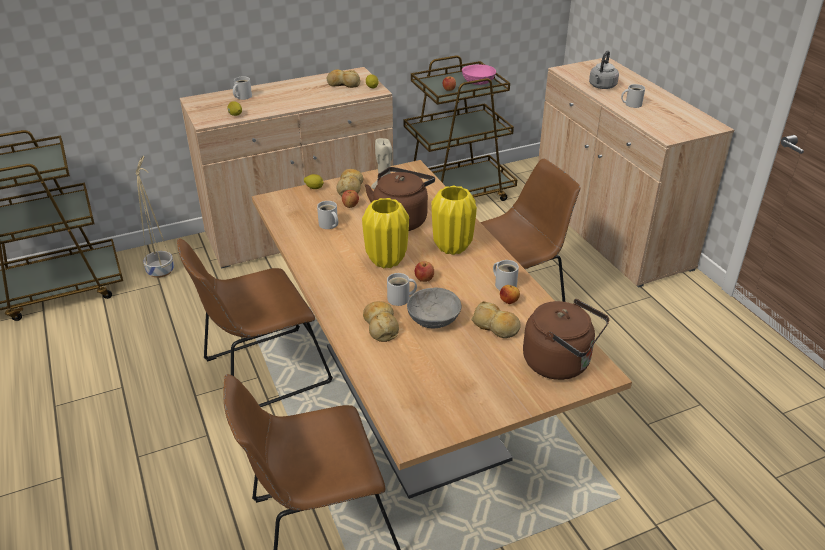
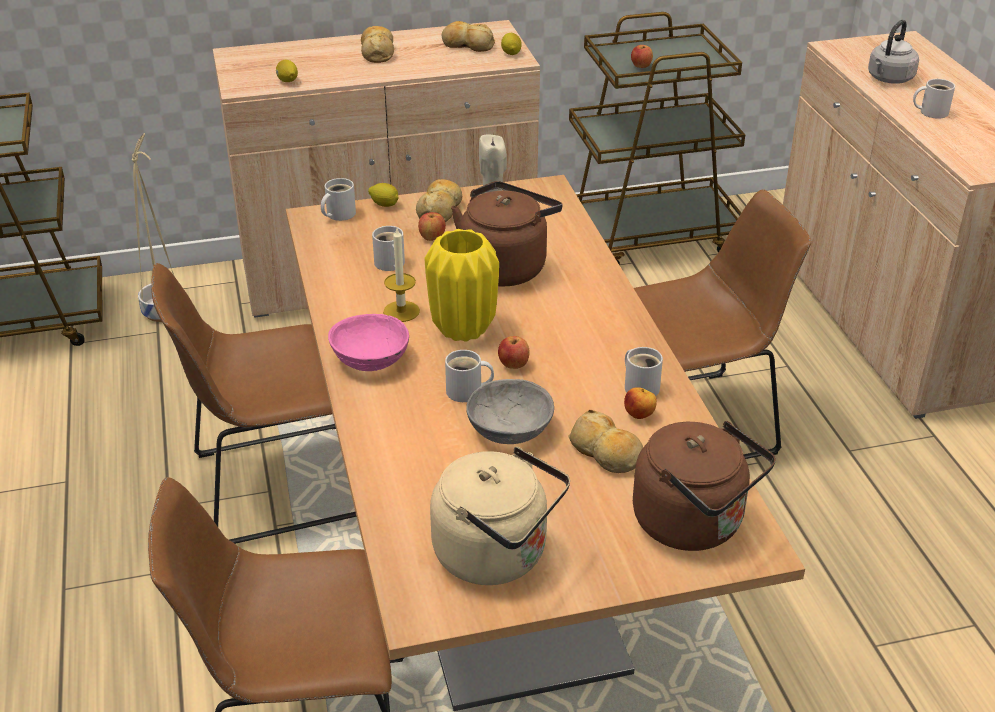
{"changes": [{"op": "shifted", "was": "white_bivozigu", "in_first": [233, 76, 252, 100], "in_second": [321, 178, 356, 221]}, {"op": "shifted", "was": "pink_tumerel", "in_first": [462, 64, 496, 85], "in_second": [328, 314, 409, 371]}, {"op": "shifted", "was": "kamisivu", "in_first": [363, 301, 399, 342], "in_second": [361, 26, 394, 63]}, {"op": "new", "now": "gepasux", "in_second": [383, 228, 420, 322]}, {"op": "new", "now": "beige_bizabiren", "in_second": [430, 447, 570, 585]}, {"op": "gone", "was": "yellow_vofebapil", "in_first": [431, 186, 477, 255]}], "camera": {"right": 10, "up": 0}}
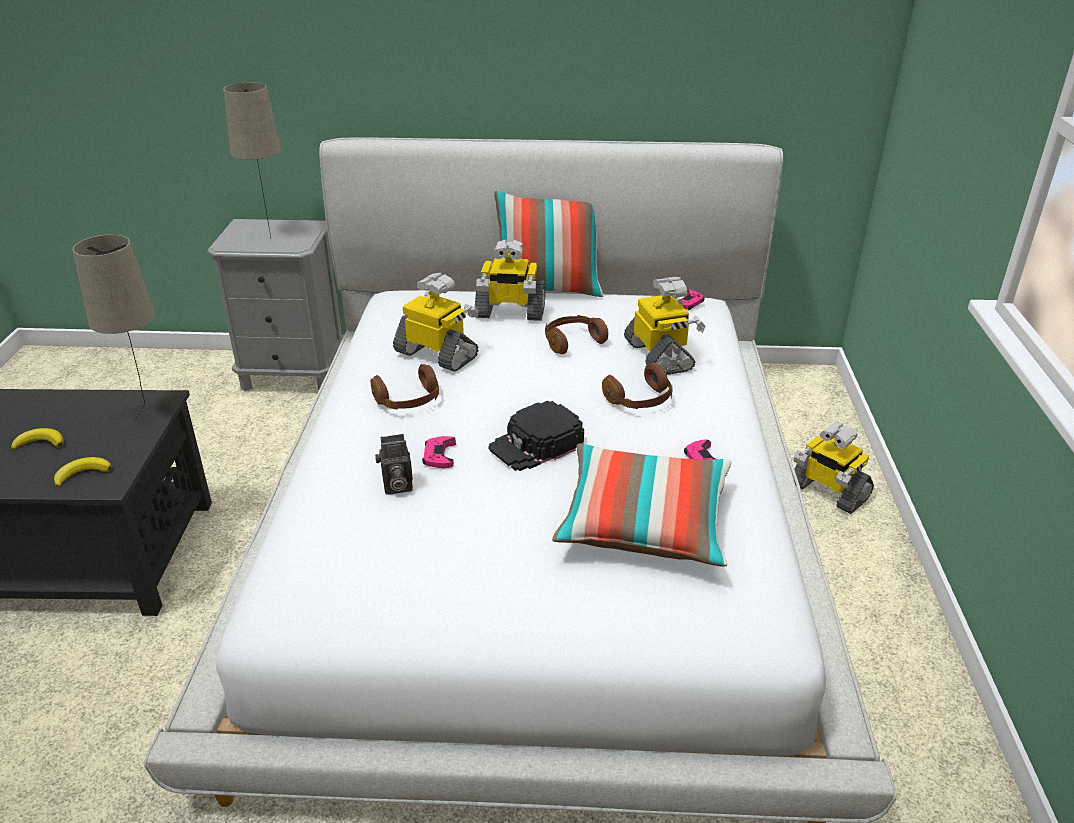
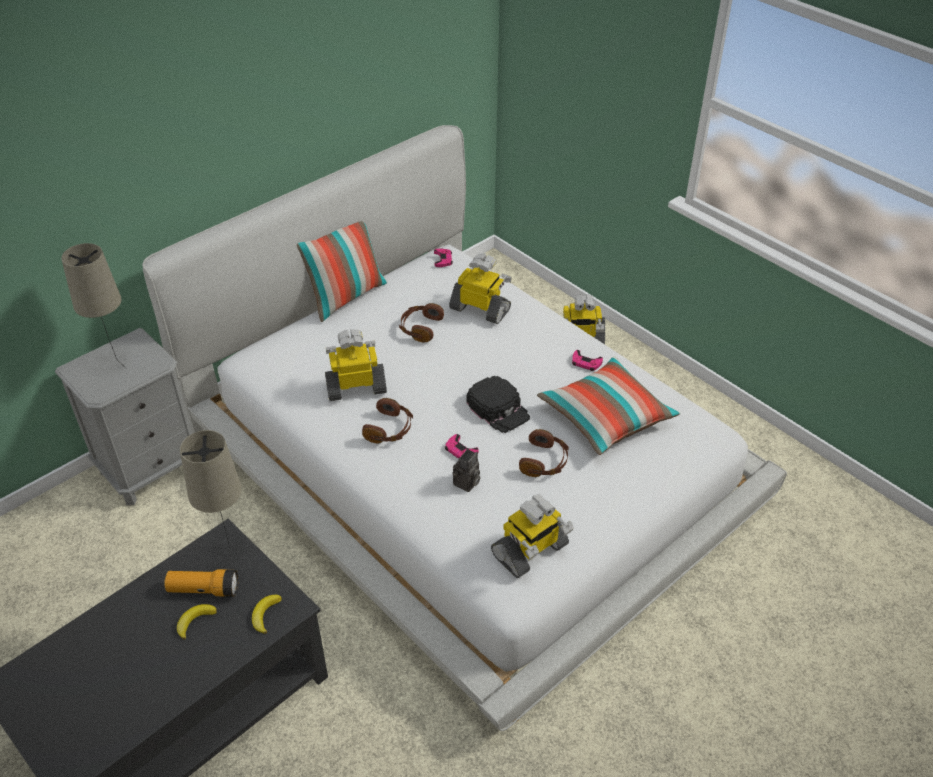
{"changes": [{"op": "new", "now": "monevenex", "in_second": [164, 569, 238, 597]}, {"op": "rotated", "was": "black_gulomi", "in_first": [488, 401, 584, 471], "in_second": [467, 376, 530, 433], "clockwise": -45}, {"op": "shifted", "was": "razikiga", "in_first": [475, 239, 545, 321], "in_second": [491, 494, 574, 578]}, {"op": "shifted", "was": "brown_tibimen", "in_first": [602, 364, 673, 409], "in_second": [519, 429, 569, 477]}], "camera": {"right": -45, "up": 10}}
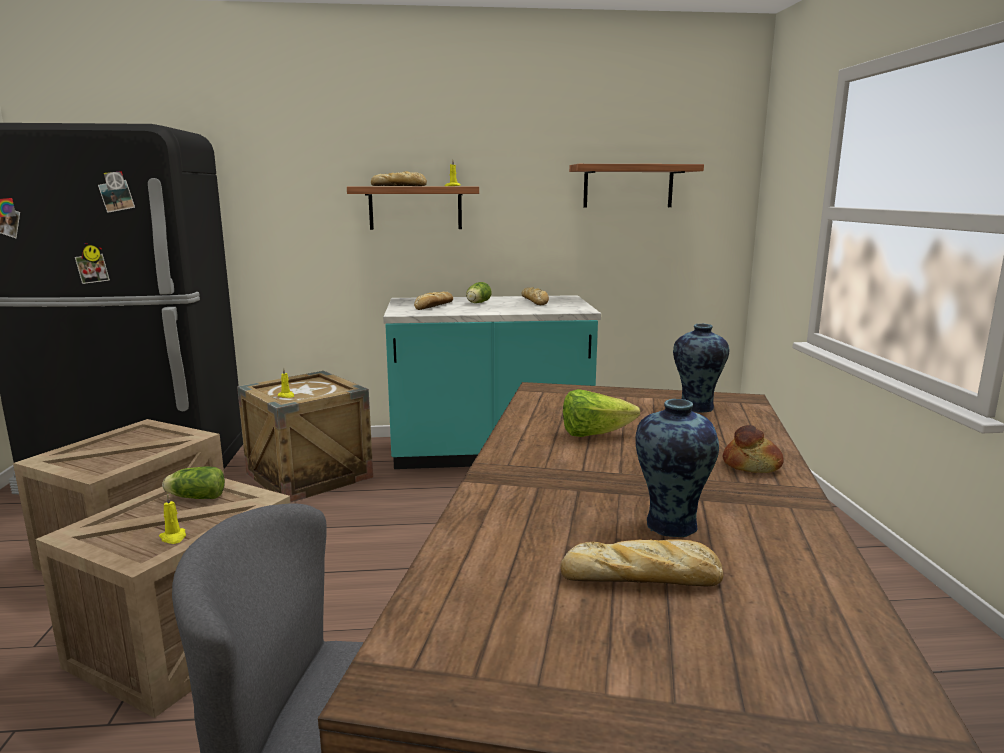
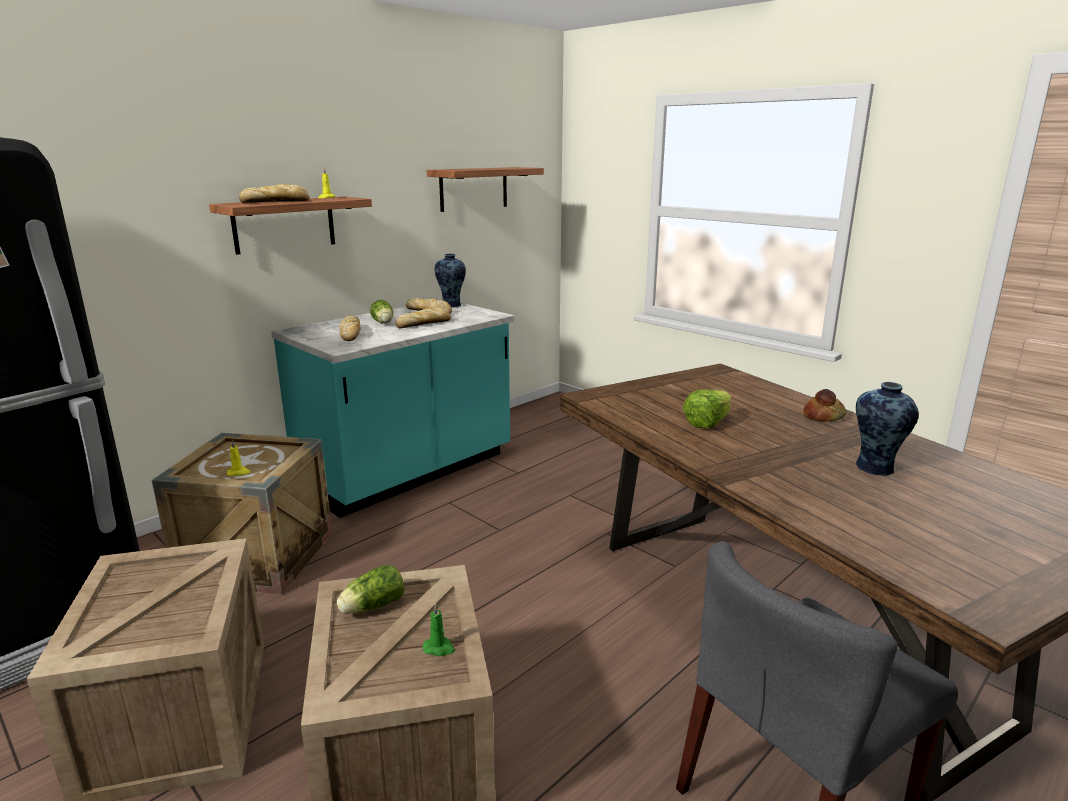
{"changes": [{"op": "shifted", "was": "kamisivu", "in_first": [560, 539, 724, 586], "in_second": [395, 307, 451, 328]}, {"op": "repainted", "was": "yellow_gepasux", "now": "green_gepasux", "in_first": [159, 493, 186, 544], "in_second": [423, 604, 455, 656]}, {"op": "shifted", "was": "vofebapil", "in_first": [673, 324, 730, 413], "in_second": [435, 254, 466, 307]}], "camera": {"right": -40, "up": 5}}
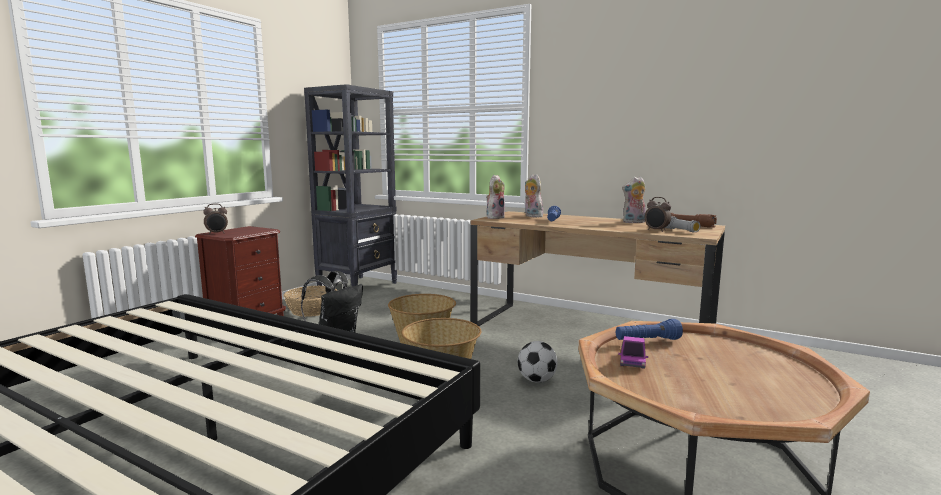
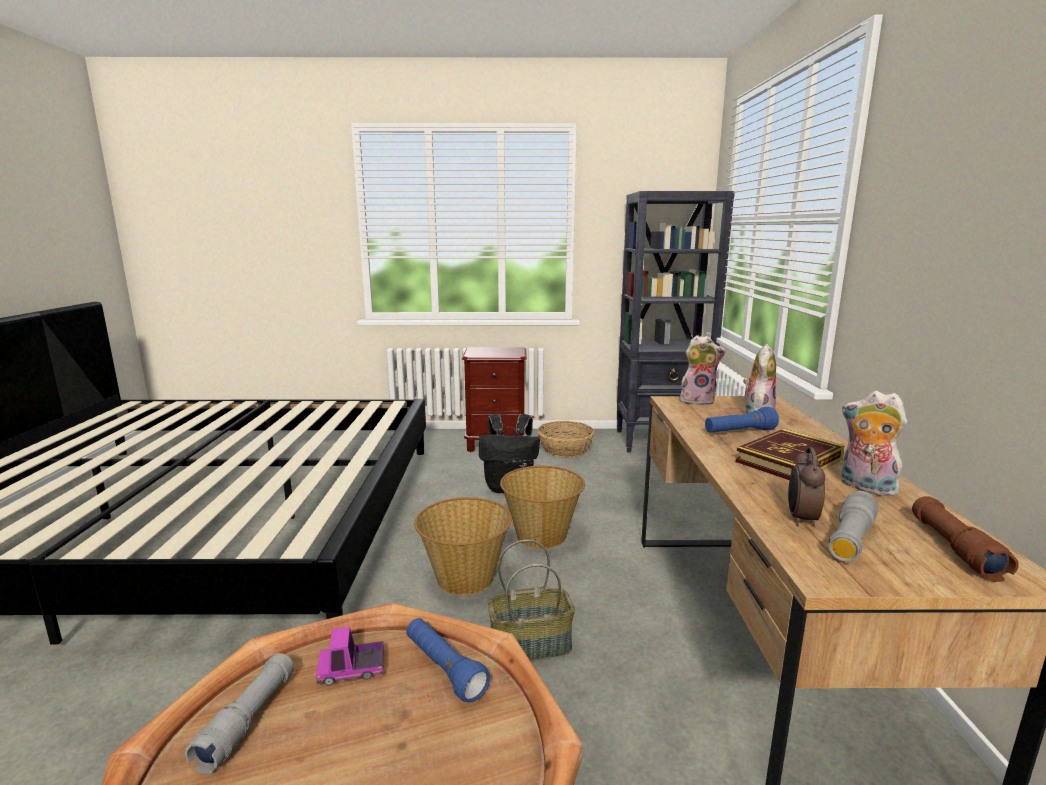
{"changes": [{"op": "new", "now": "grey_monevenex", "in_second": [185, 653, 294, 774]}, {"op": "swapped", "was": "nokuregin", "now": "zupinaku", "in_first": [518, 341, 558, 383], "in_second": [488, 540, 575, 661]}, {"op": "new", "now": "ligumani", "in_second": [735, 429, 845, 481]}, {"op": "gone", "was": "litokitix", "in_first": [203, 204, 228, 234]}], "camera": {"right": 60, "up": 5}}
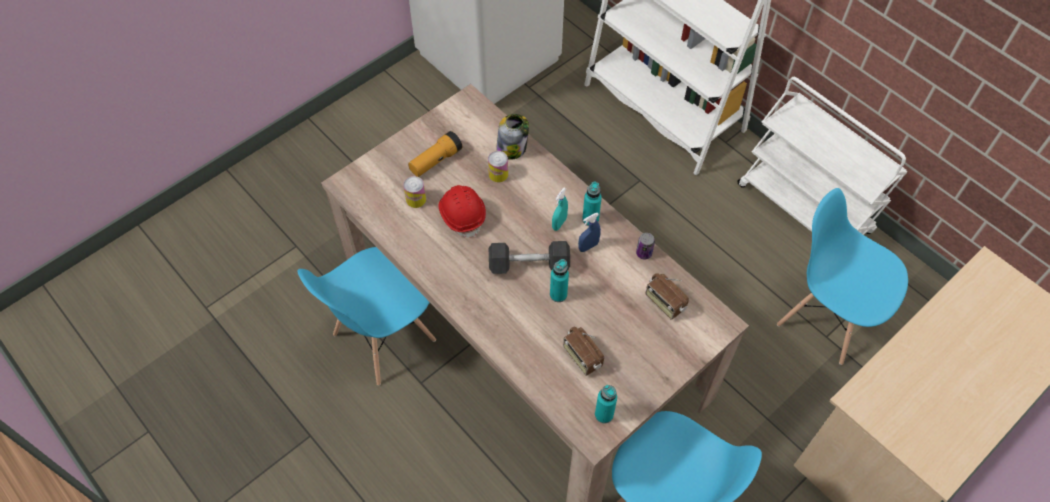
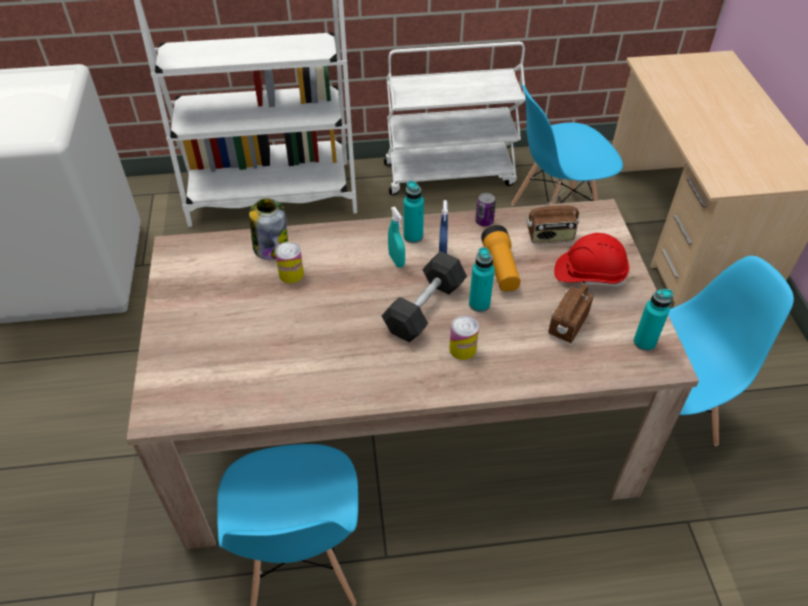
{"changes": [{"op": "shifted", "was": "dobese", "in_first": [403, 176, 426, 208], "in_second": [449, 315, 479, 360]}, {"op": "shifted", "was": "monevenex", "in_first": [408, 131, 463, 177], "in_second": [481, 225, 520, 291]}, {"op": "rotated", "was": "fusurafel", "in_first": [563, 327, 604, 376], "in_second": [548, 285, 594, 343], "clockwise": 120}, {"op": "shifted", "was": "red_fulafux", "in_first": [438, 185, 486, 238], "in_second": [554, 233, 629, 287]}], "camera": {"right": -55, "up": -10}}
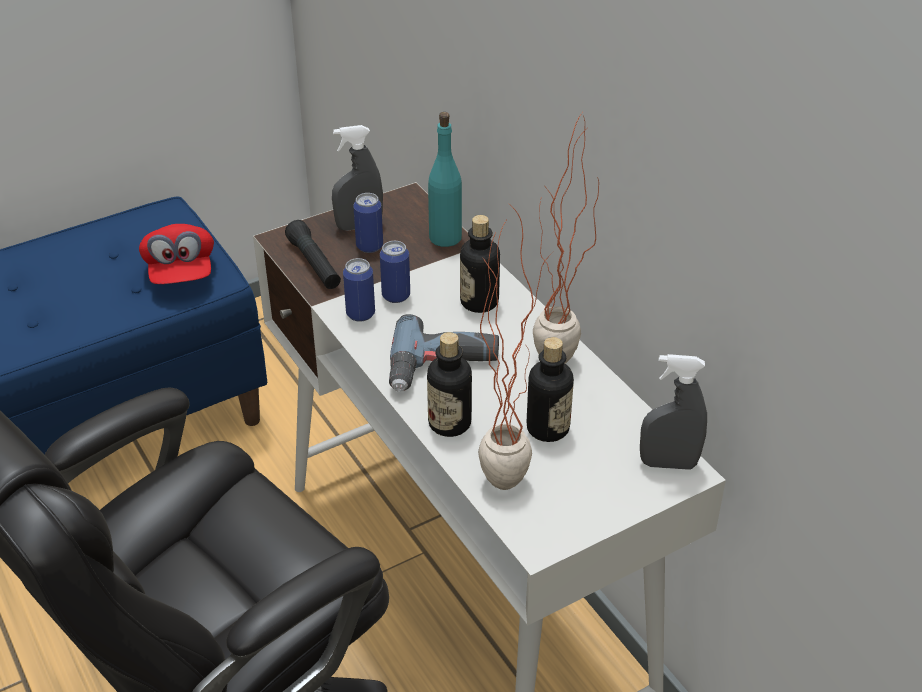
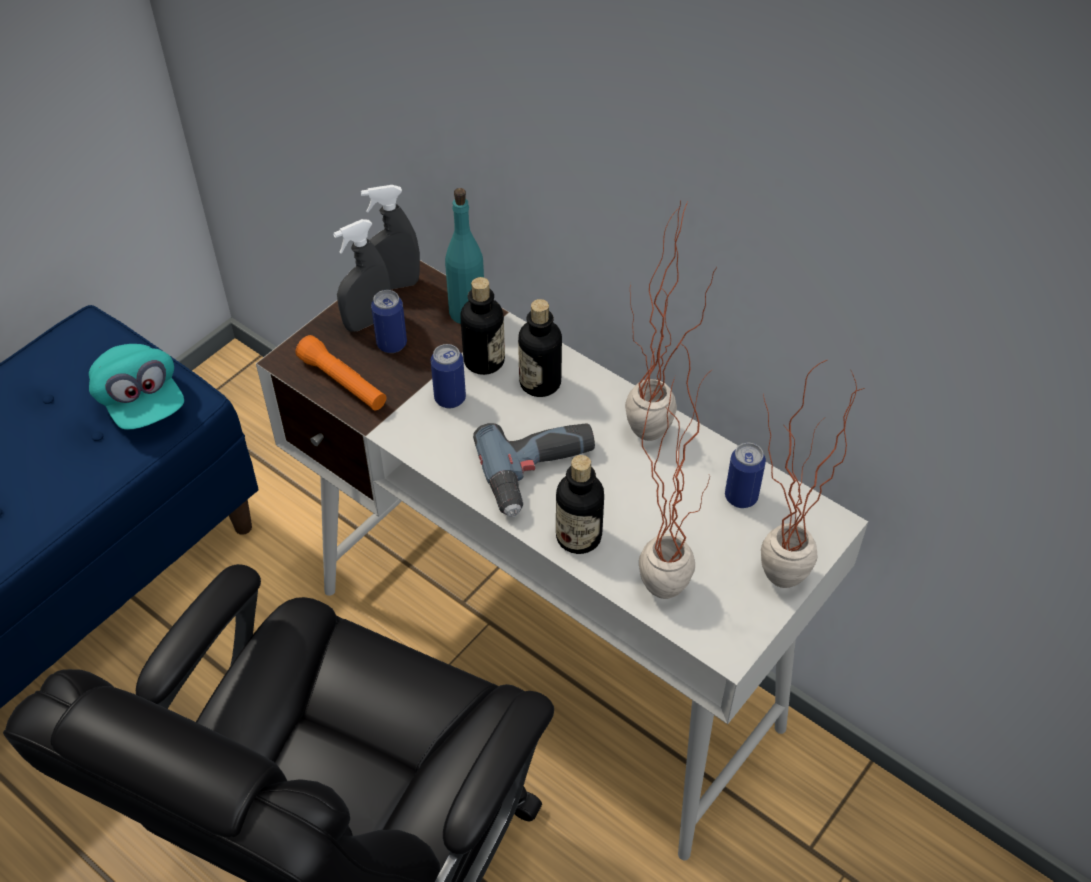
{"changes": [{"op": "repainted", "was": "red_gulomi", "now": "turquoise_gulomi", "in_first": [139, 224, 214, 284], "in_second": [89, 344, 184, 430]}, {"op": "repainted", "was": "black_monevenex", "now": "orange_monevenex", "in_first": [285, 220, 341, 289], "in_second": [296, 335, 386, 411]}, {"op": "shifted", "was": "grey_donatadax", "in_first": [640, 354, 707, 470], "in_second": [361, 185, 420, 289]}, {"op": "shifted", "was": "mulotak", "in_first": [527, 337, 574, 442], "in_second": [460, 277, 505, 375]}, {"op": "shifted", "was": "dobese", "in_first": [343, 258, 375, 322], "in_second": [725, 443, 766, 508]}, {"op": "new", "now": "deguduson", "in_second": [761, 360, 865, 588]}], "camera": {"right": -20, "up": 10}}
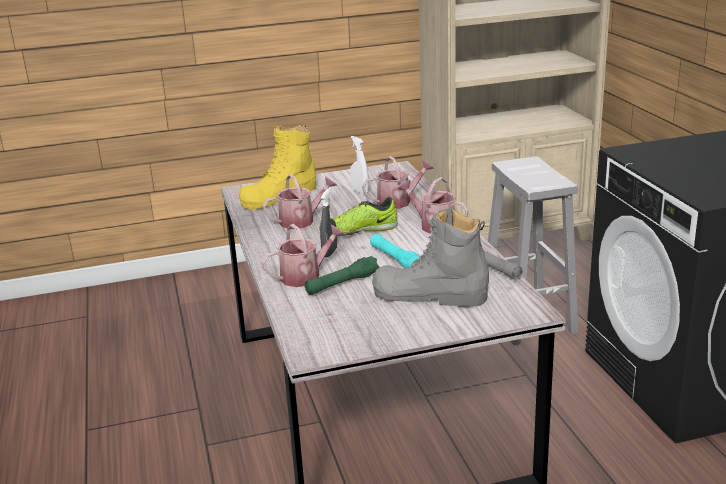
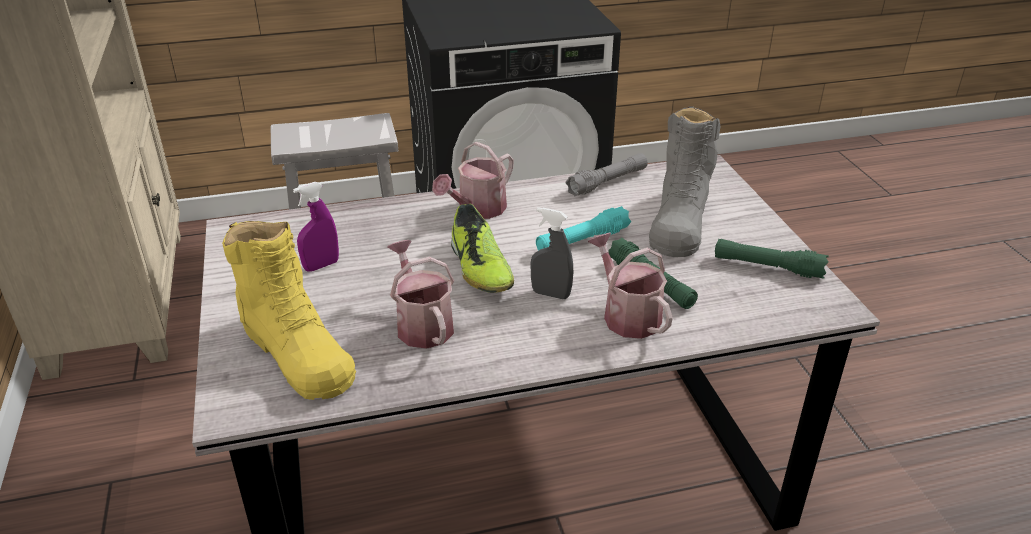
{"changes": [{"op": "repainted", "was": "white_donatadax", "now": "purple_donatadax", "in_first": [350, 136, 369, 194], "in_second": [293, 182, 339, 272]}, {"op": "new", "now": "green_monevenex", "in_second": [715, 239, 829, 279]}, {"op": "gone", "was": "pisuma", "in_first": [362, 156, 434, 209]}], "camera": {"right": -90, "up": 10}}
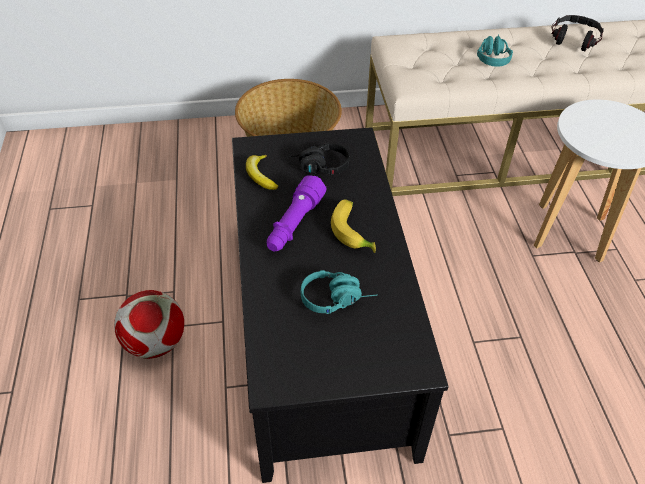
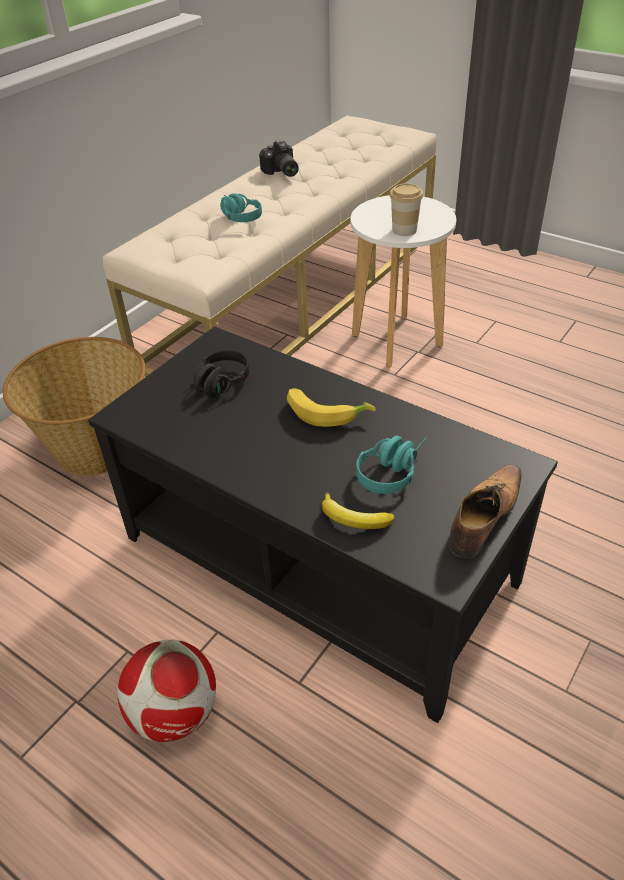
{"changes": [{"op": "swapped", "was": "tibimen", "now": "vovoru", "in_first": [551, 15, 604, 51], "in_second": [259, 140, 299, 177]}, {"op": "shifted", "was": "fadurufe", "in_first": [246, 155, 278, 190], "in_second": [322, 492, 395, 529]}, {"op": "new", "now": "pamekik", "in_second": [390, 183, 423, 236]}, {"op": "new", "now": "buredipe", "in_second": [449, 464, 522, 559]}, {"op": "gone", "was": "purple_monevenex", "in_first": [267, 175, 326, 251]}], "camera": {"right": -45, "up": -5}}
